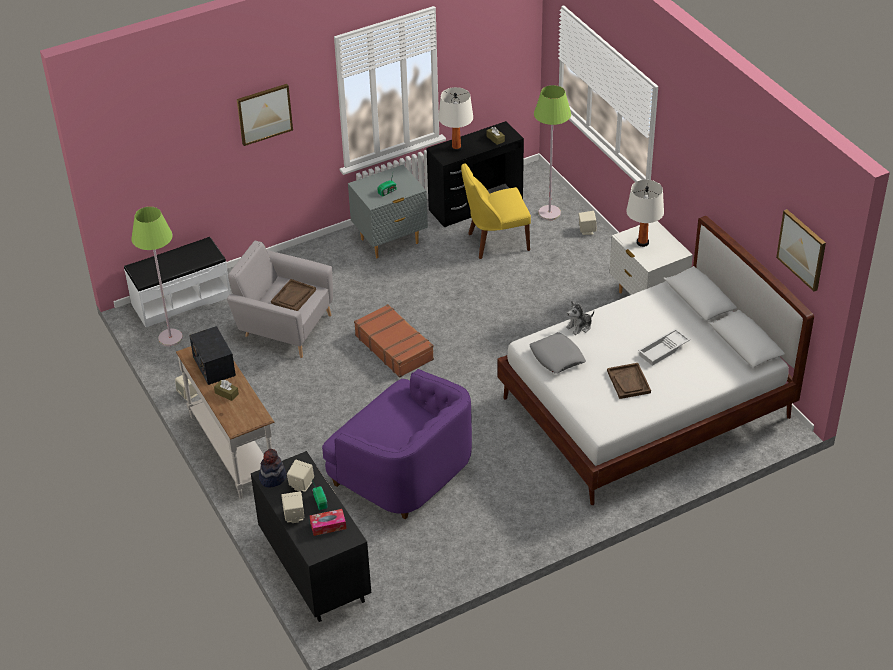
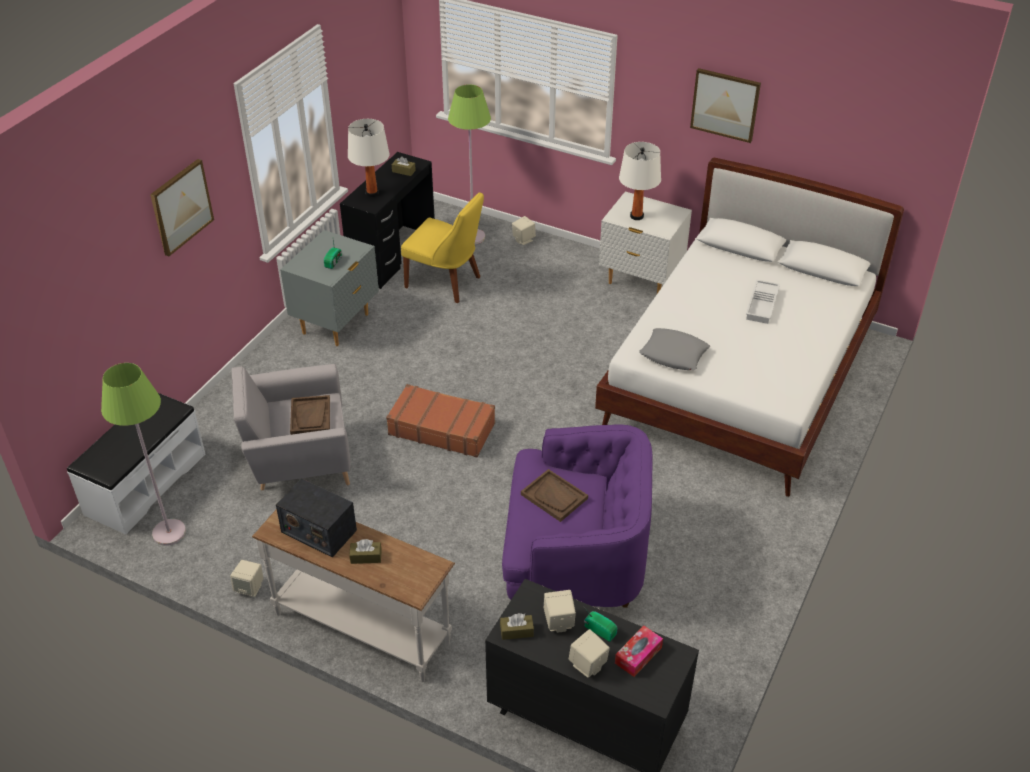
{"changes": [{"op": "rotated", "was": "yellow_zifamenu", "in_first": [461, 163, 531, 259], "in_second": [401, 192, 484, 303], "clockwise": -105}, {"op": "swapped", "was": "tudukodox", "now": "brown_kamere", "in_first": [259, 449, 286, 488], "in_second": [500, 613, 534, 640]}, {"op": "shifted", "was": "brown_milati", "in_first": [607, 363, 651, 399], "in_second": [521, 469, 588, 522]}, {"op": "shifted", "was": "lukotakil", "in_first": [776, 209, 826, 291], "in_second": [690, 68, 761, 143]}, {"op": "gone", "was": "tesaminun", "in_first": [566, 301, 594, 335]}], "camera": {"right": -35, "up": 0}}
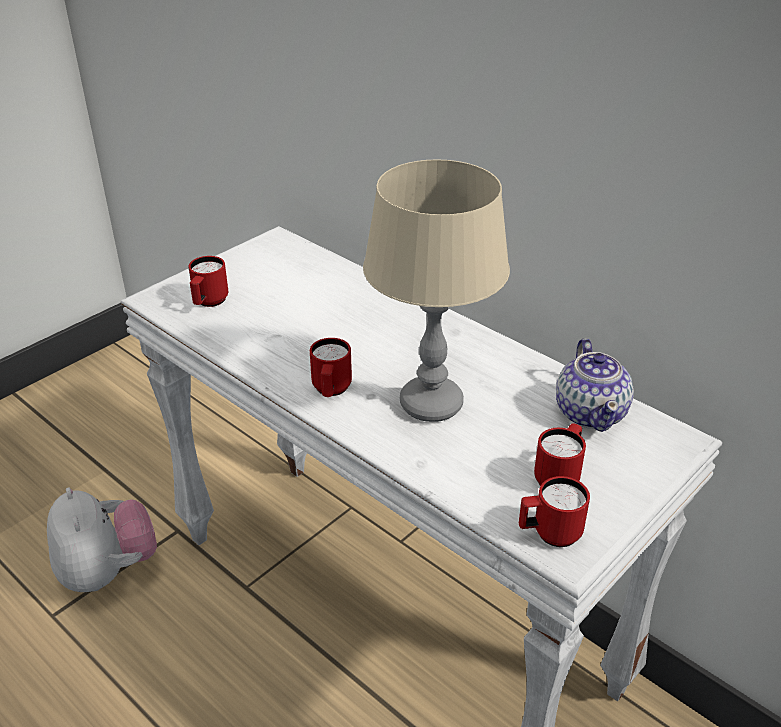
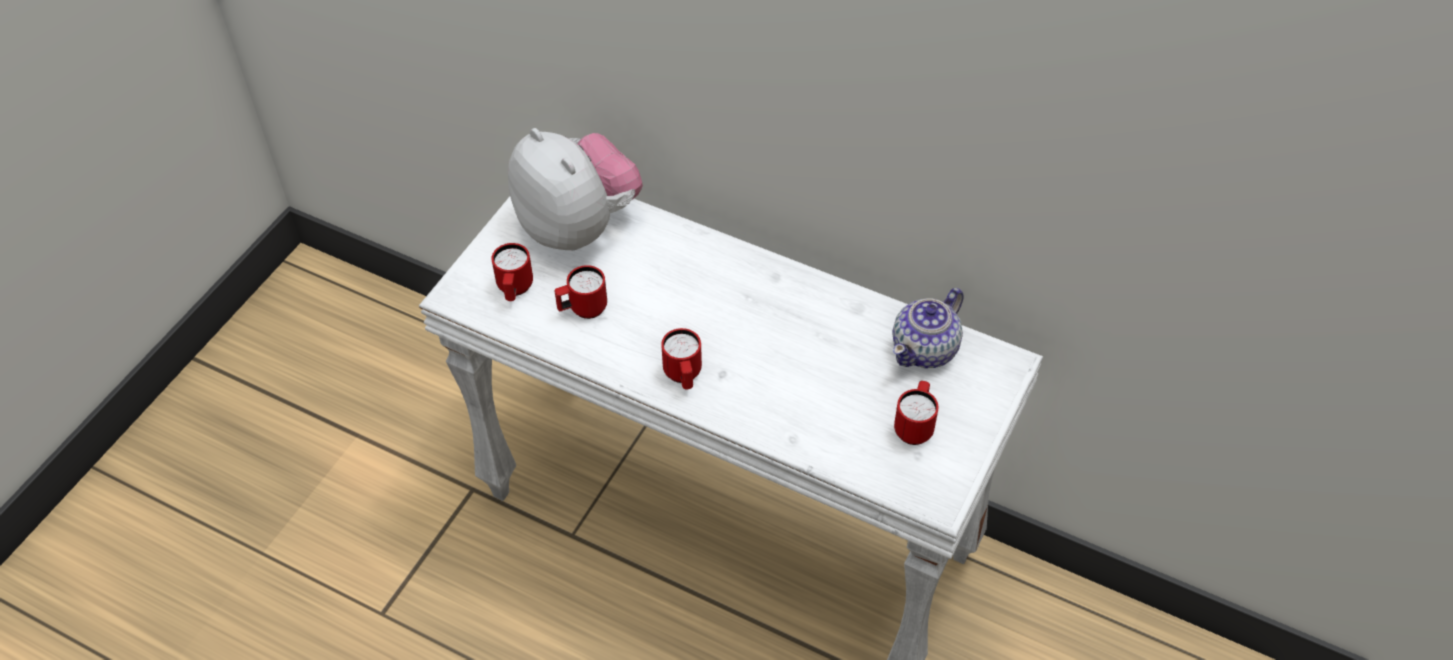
{"changes": [{"op": "shifted", "was": "tesaminun", "in_first": [47, 487, 157, 592], "in_second": [508, 128, 643, 250]}, {"op": "shifted", "was": "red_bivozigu", "in_first": [519, 476, 590, 547], "in_second": [555, 265, 607, 319]}, {"op": "rotated", "was": "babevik", "in_first": [556, 338, 634, 432], "in_second": [892, 288, 964, 368], "clockwise": 60}, {"op": "gone", "was": "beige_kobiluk", "in_first": [363, 159, 510, 422]}], "camera": {"right": -15, "up": 15}}
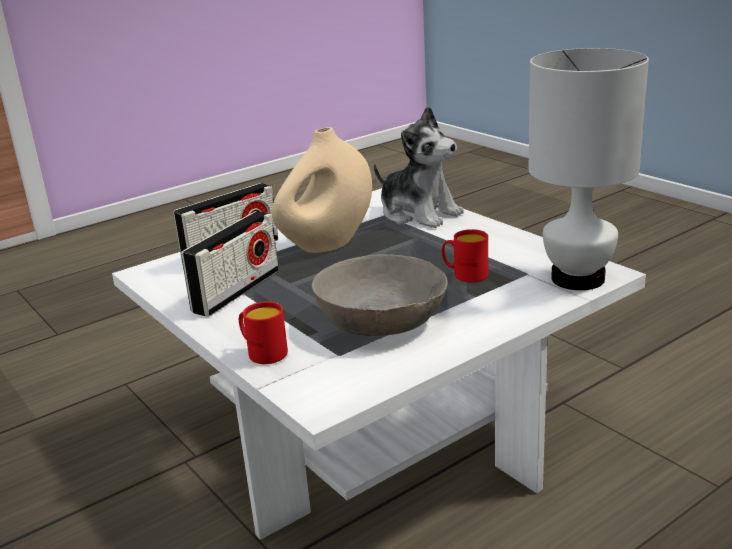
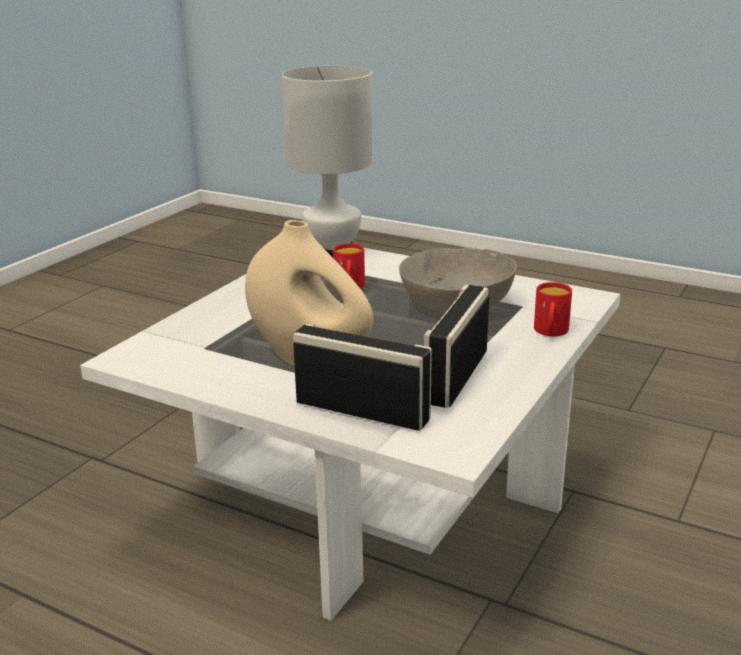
{"changes": [{"op": "rotated", "was": "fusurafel", "in_first": [181, 211, 279, 317], "in_second": [424, 285, 489, 408], "clockwise": -75}, {"op": "gone", "was": "tesaminun", "in_first": [373, 106, 464, 228]}], "camera": {"right": -115, "up": 0}}
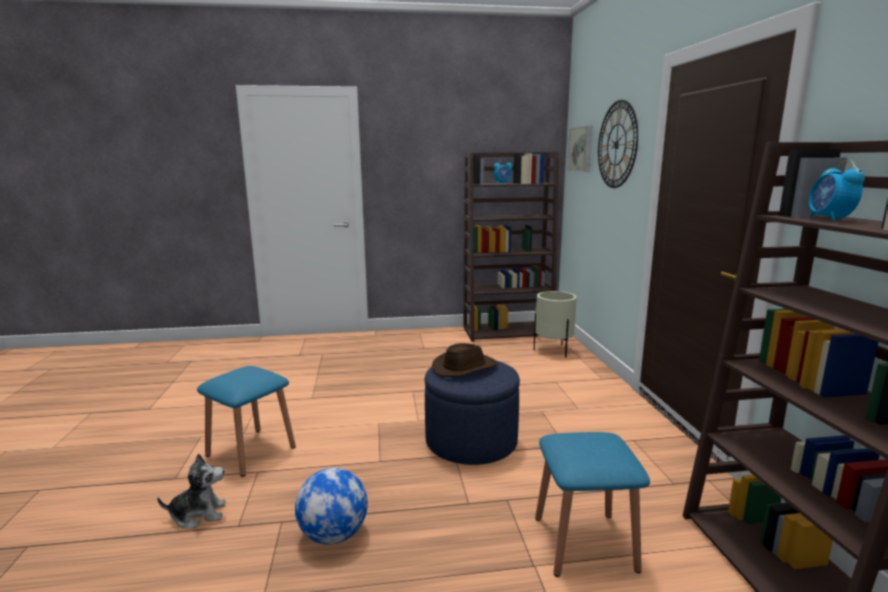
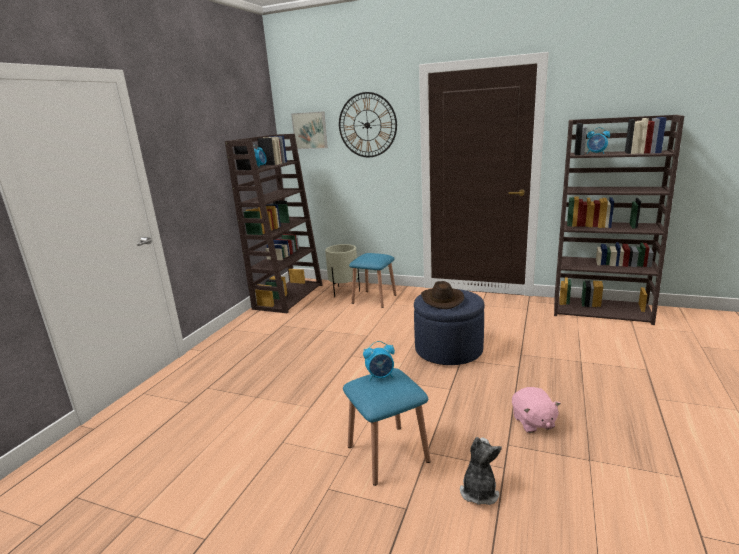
{"changes": [{"op": "shifted", "was": "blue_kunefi", "in_first": [535, 432, 650, 577], "in_second": [349, 253, 397, 308]}, {"op": "new", "now": "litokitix", "in_second": [363, 341, 395, 381]}, {"op": "swapped", "was": "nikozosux", "now": "pink_tesaminun", "in_first": [295, 468, 368, 545], "in_second": [512, 387, 561, 433]}], "camera": {"right": -60, "up": 5}}
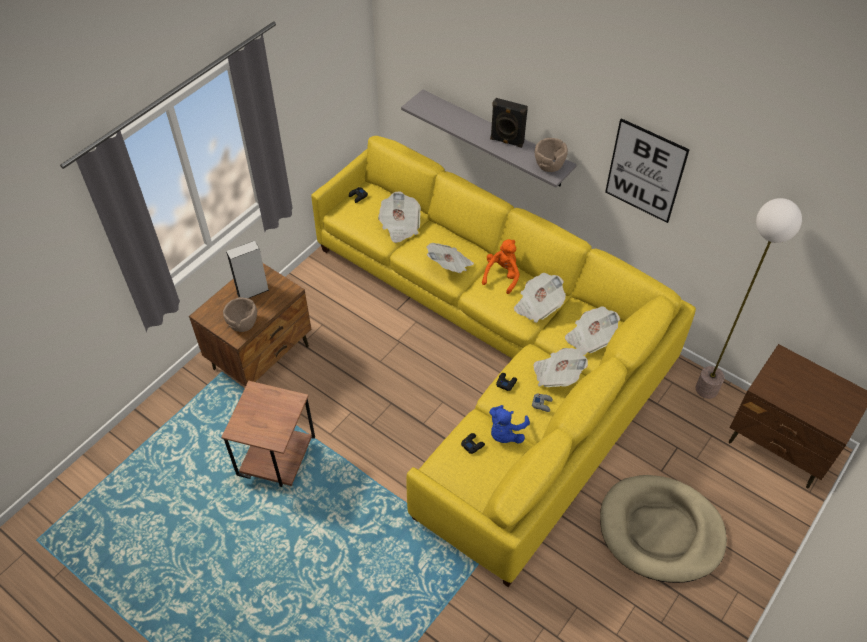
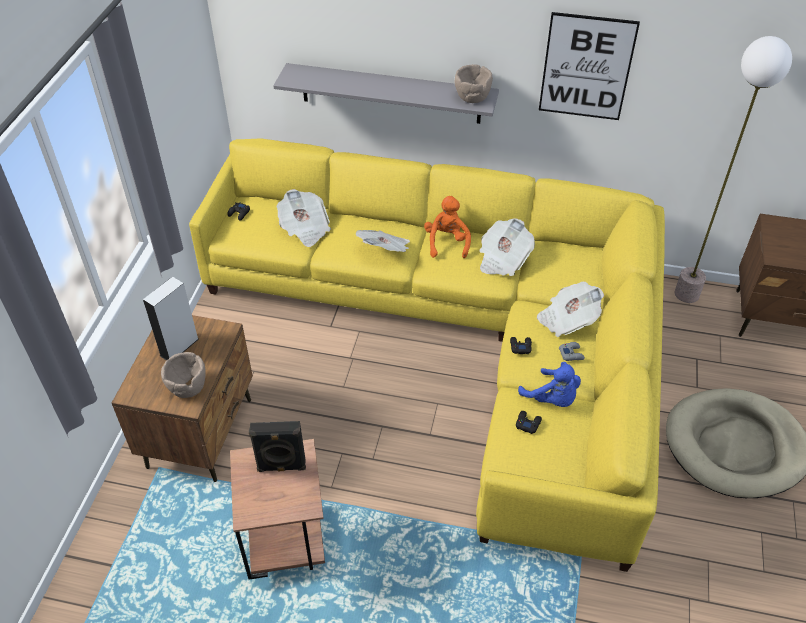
{"changes": [{"op": "shifted", "was": "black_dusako", "in_first": [490, 98, 528, 148], "in_second": [249, 421, 306, 472]}, {"op": "rotated", "was": "blue_tesaminun", "in_first": [489, 405, 530, 444], "in_second": [518, 362, 581, 407], "clockwise": -45}, {"op": "gone", "was": "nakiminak", "in_first": [565, 306, 620, 355]}], "camera": {"right": -25, "up": -5}}
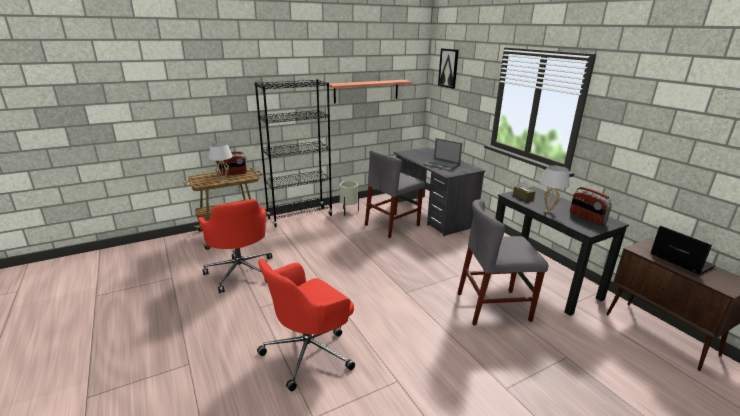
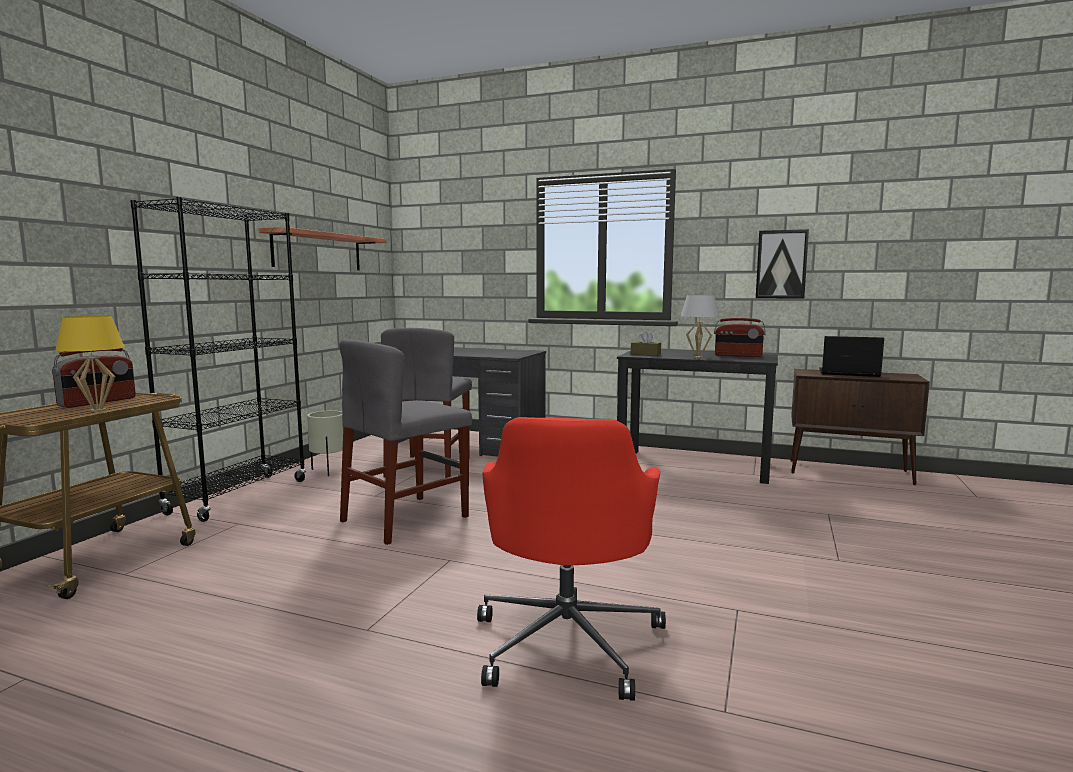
{"changes": [{"op": "repainted", "was": "white_kobiluk", "now": "yellow_kobiluk", "in_first": [208, 142, 233, 182], "in_second": [56, 316, 125, 412]}, {"op": "shifted", "was": "grey_zifamenu", "in_first": [457, 200, 548, 325], "in_second": [339, 339, 472, 545]}, {"op": "shifted", "was": "lukotakil", "in_first": [438, 48, 459, 89], "in_second": [756, 229, 809, 299]}, {"op": "gone", "was": "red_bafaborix", "in_first": [198, 199, 272, 293]}, {"op": "gone", "was": "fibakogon", "in_first": [423, 138, 462, 171]}], "camera": {"right": -40, "up": -15}}
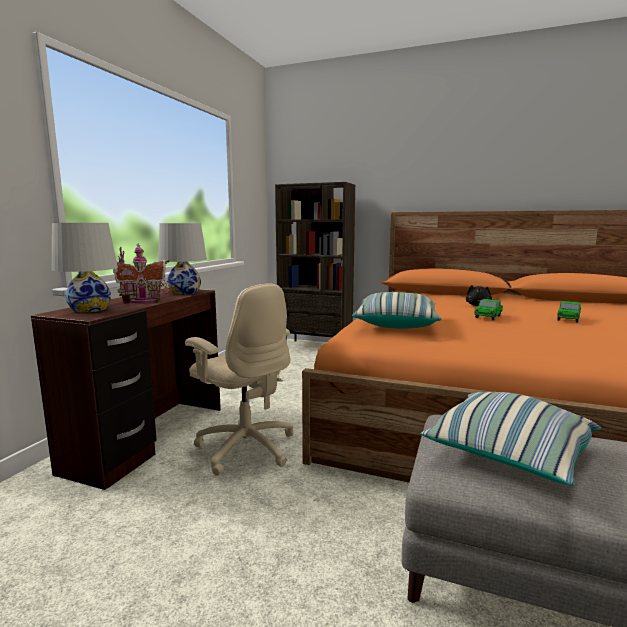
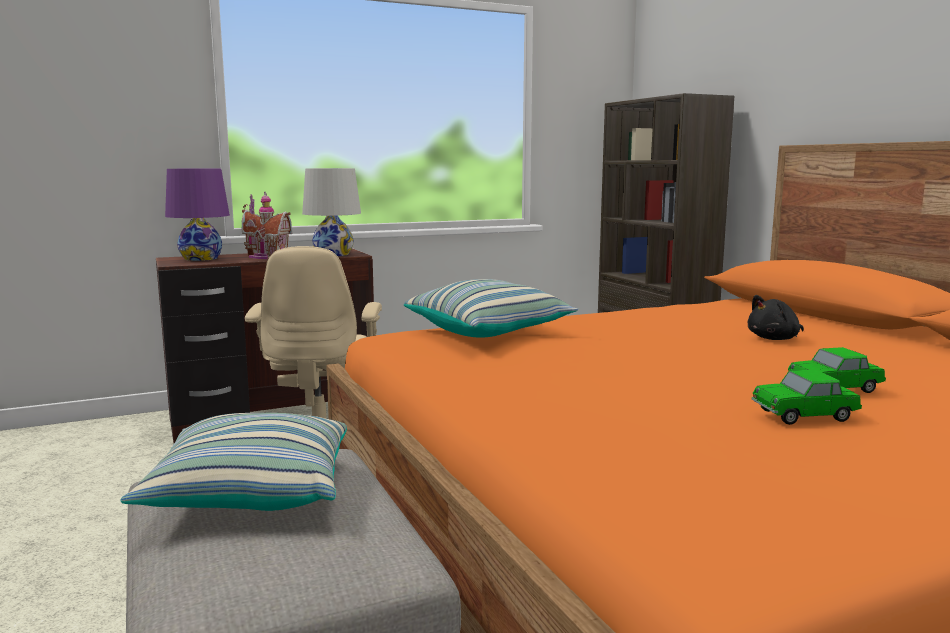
{"changes": [{"op": "repainted", "was": "white_kobiluk", "now": "purple_kobiluk", "in_first": [52, 223, 118, 312], "in_second": [165, 169, 230, 261]}, {"op": "shifted", "was": "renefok", "in_first": [474, 299, 503, 320], "in_second": [752, 370, 862, 425]}], "camera": {"right": 45, "up": 0}}
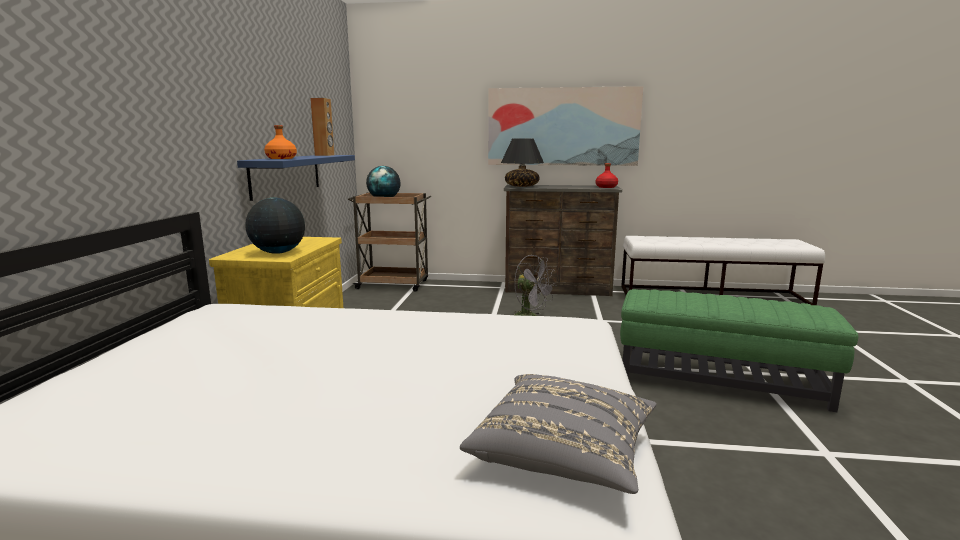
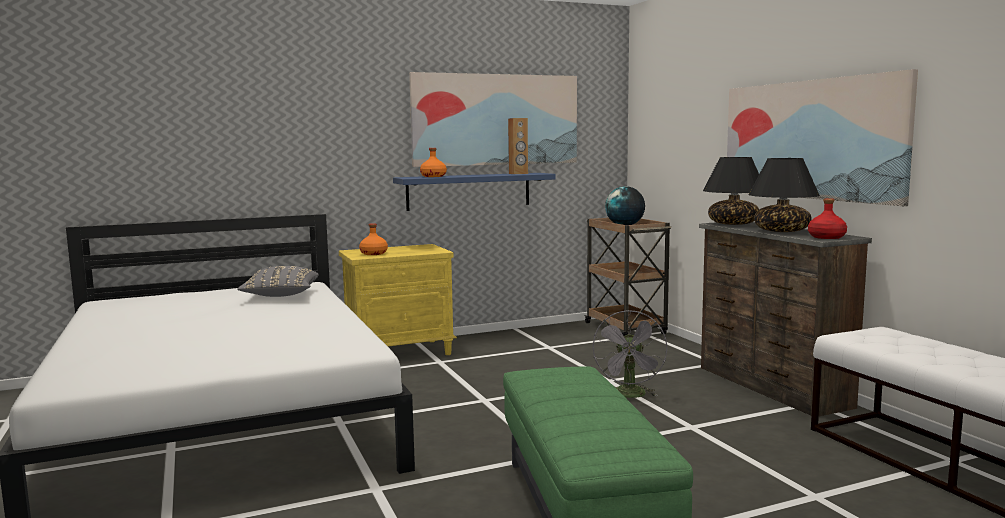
{"changes": [{"op": "shifted", "was": "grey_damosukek", "in_first": [460, 374, 657, 494], "in_second": [237, 266, 319, 297]}, {"op": "swapped", "was": "nikozosux", "now": "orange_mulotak", "in_first": [245, 198, 305, 254], "in_second": [359, 223, 388, 255]}, {"op": "new", "now": "lukotakil", "in_second": [409, 72, 577, 167]}, {"op": "new", "now": "black_kobiluk", "in_second": [748, 158, 820, 232]}], "camera": {"right": 60, "up": -5}}
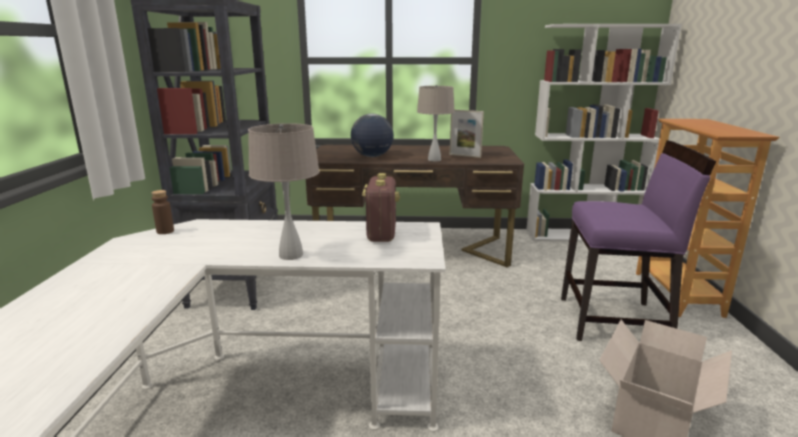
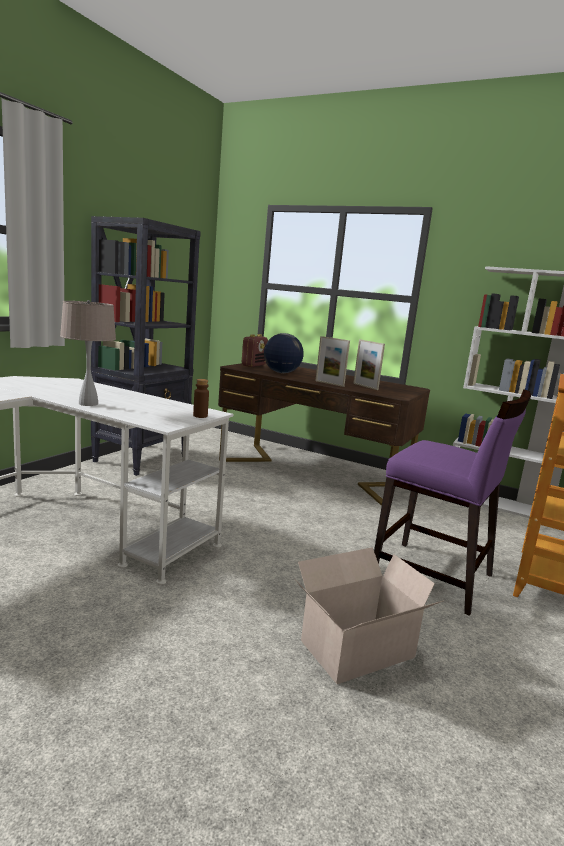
{"changes": [{"op": "shifted", "was": "brown_mulotak", "in_first": [152, 190, 174, 234], "in_second": [193, 379, 209, 418]}, {"op": "shifted", "was": "fusurafel", "in_first": [362, 173, 400, 242], "in_second": [242, 334, 268, 367]}, {"op": "swapped", "was": "beige_kobiluk", "now": "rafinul", "in_first": [417, 85, 455, 162], "in_second": [315, 336, 350, 387]}], "camera": {"right": 25, "up": -5}}
